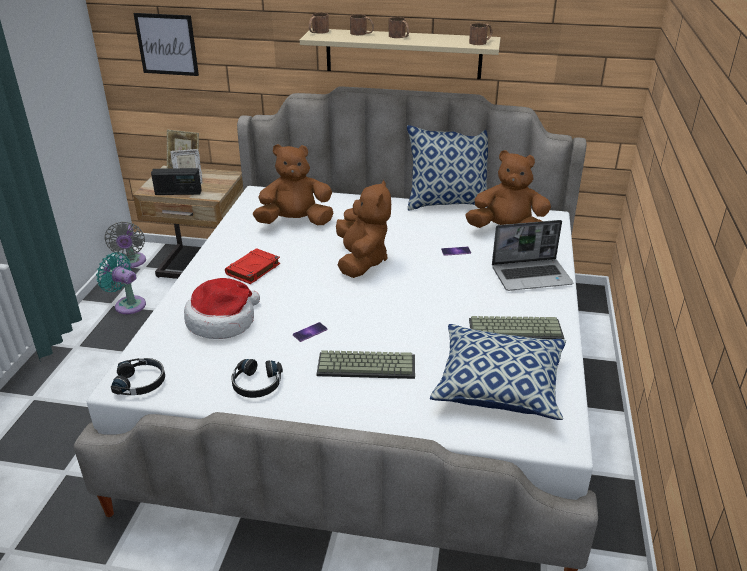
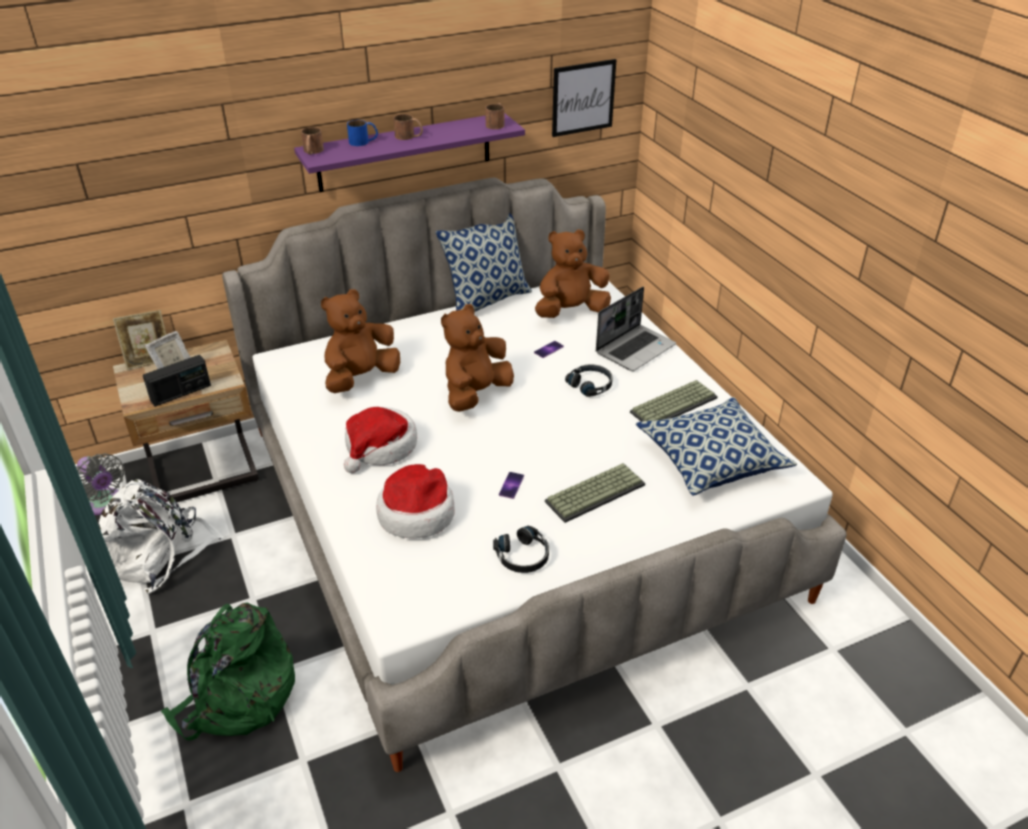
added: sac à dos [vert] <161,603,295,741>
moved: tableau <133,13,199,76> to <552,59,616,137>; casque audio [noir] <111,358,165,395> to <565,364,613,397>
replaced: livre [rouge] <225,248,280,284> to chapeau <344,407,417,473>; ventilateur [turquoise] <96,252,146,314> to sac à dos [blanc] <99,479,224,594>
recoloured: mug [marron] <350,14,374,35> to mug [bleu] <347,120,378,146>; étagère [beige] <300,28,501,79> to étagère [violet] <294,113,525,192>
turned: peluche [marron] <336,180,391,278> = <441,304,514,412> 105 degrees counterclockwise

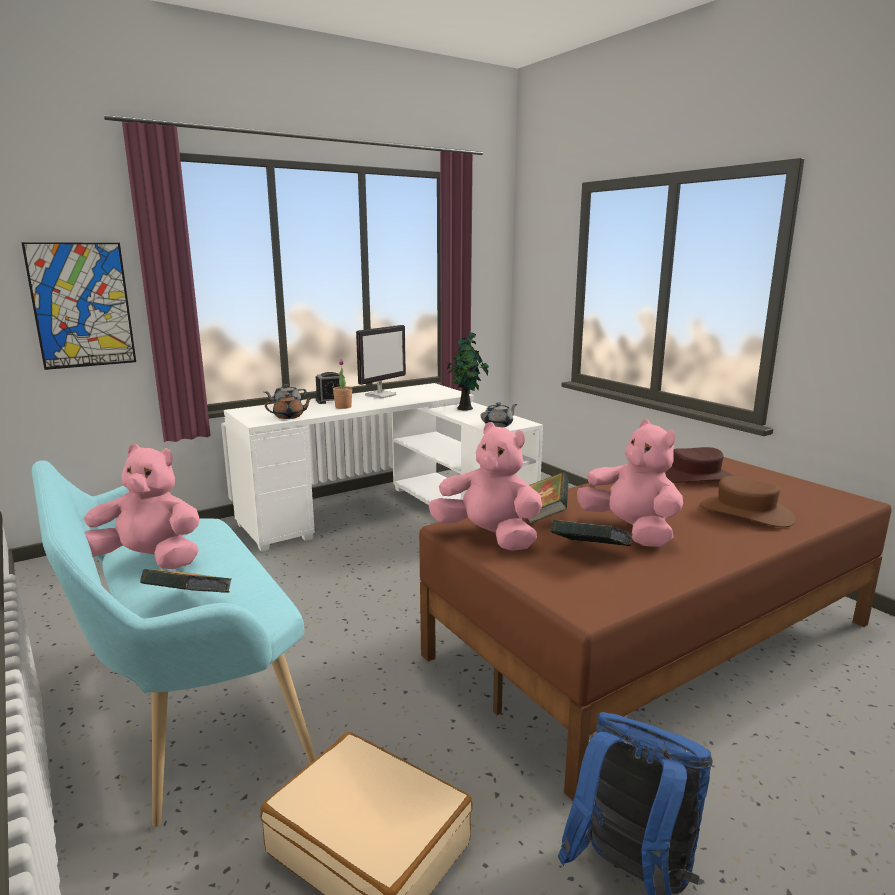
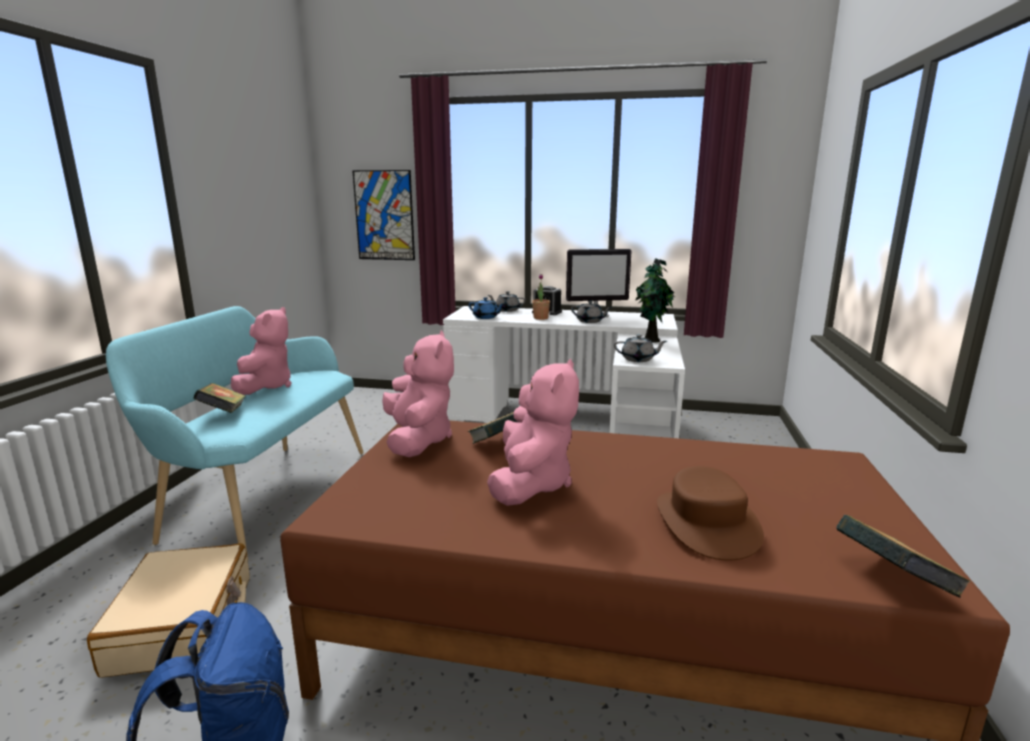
removed: chapeau [marron] <665,447,733,483>
added: théière [gris] <571,301,612,323>
moved: livre <551,520,632,546> to <836,515,971,598>
recoloured: théière [marron] <265,394,313,419> to théière [bleu] <469,297,505,319>
turned: peluche [rose] <84,444,200,569> = <231,307,291,395> 45 degrees clockwise

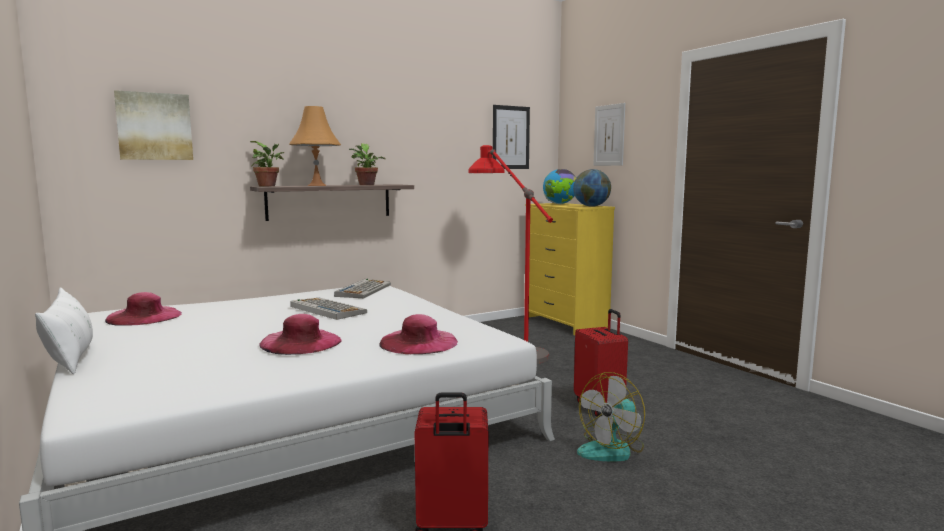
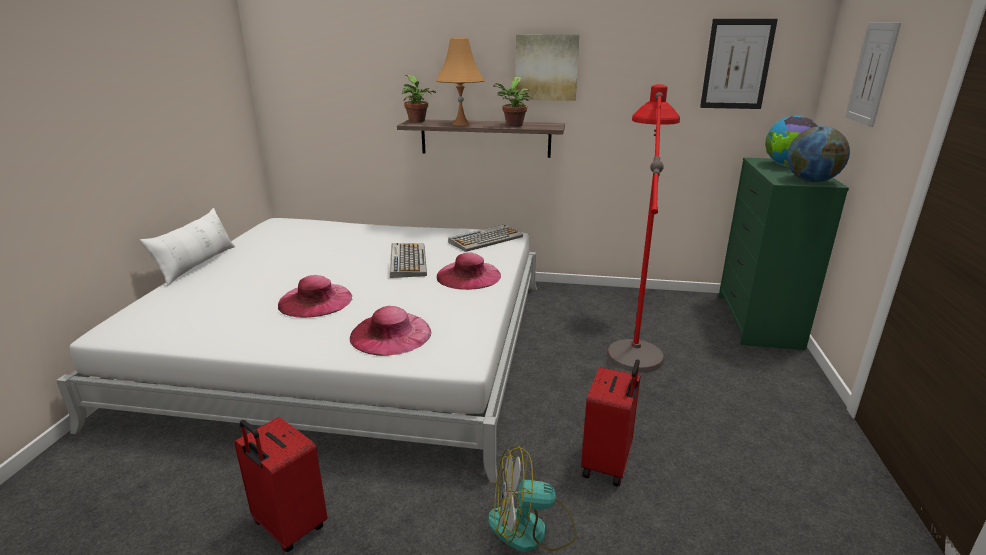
moved: tableau <114,90,193,160> to <515,34,579,101>; chapeau [rose] <105,292,182,326> to <437,253,501,290>
recoloured: commode [jaune] <525,203,615,335> to commode [vert] <718,158,849,350>

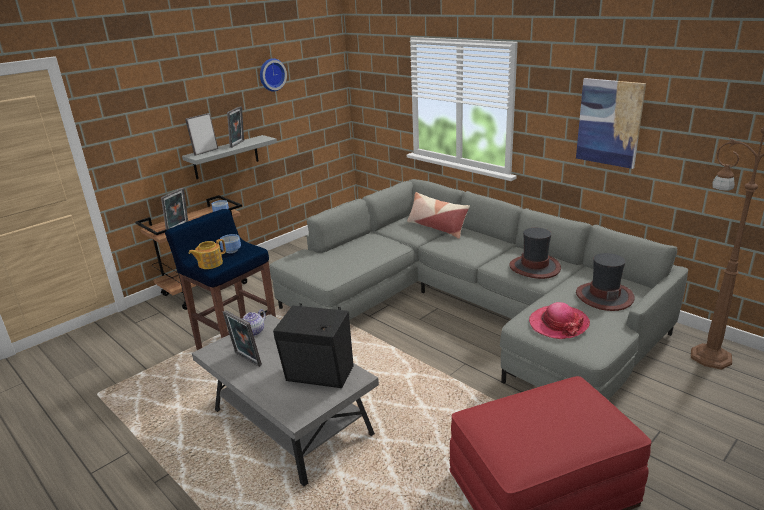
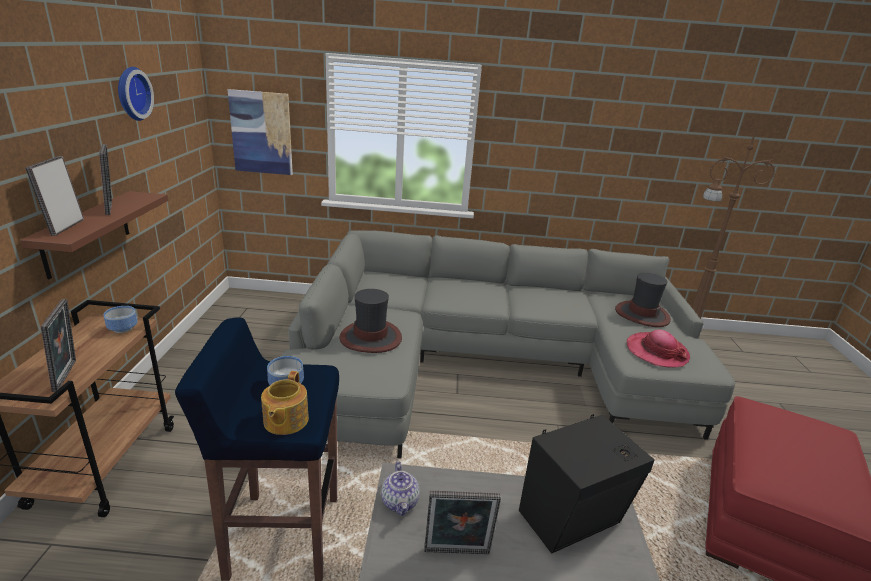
removed: coussin <407,192,470,239>
moved: tableau <576,78,646,169> to <227,89,293,175>; chapeau <509,228,561,279> to <340,289,402,353>
recoloured: étagère [gris] <182,135,277,179> to étagère [marron] <20,191,168,279>

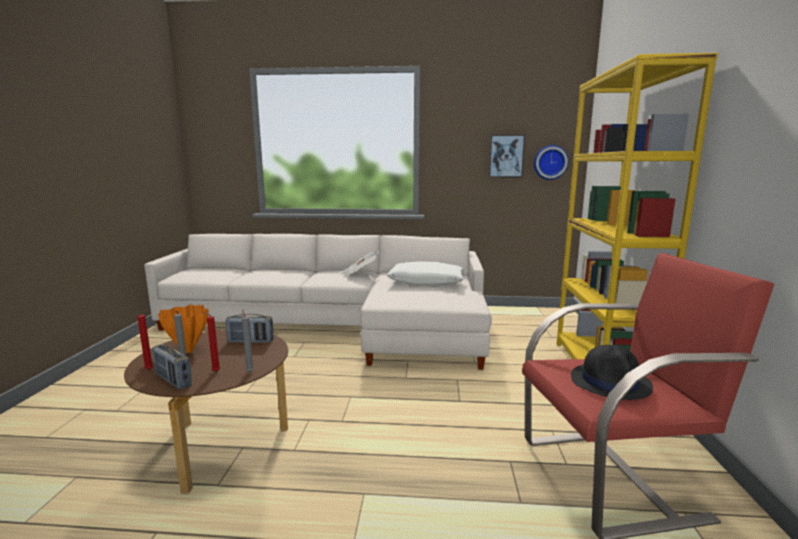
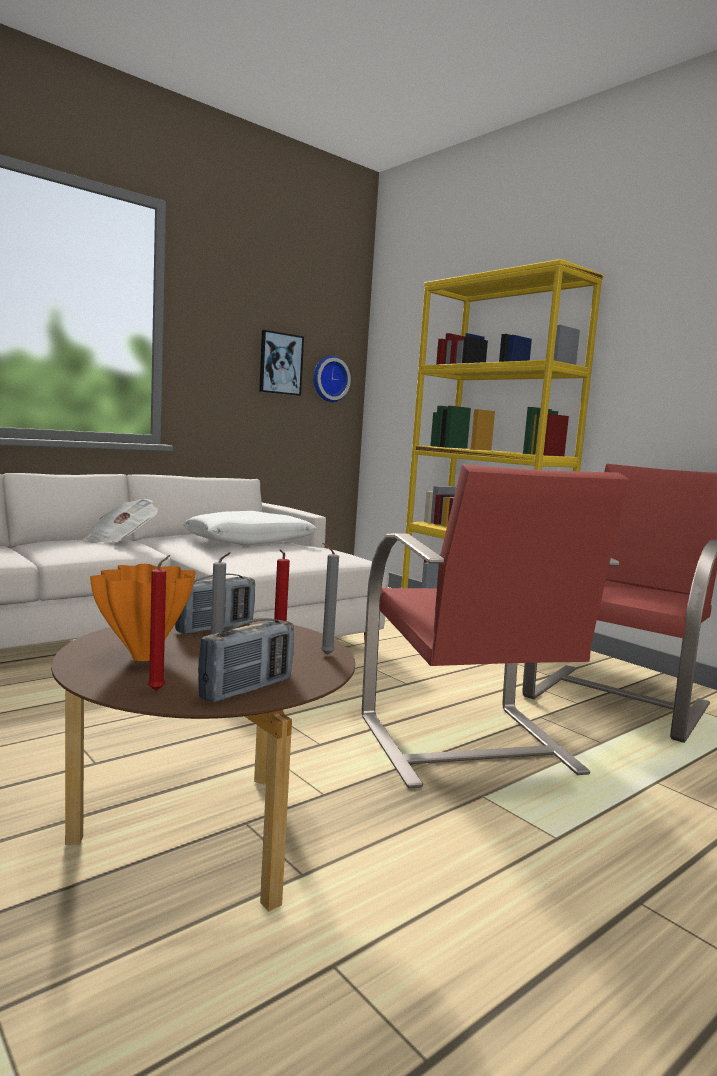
removed: chapeau [noir] <571,345,653,400>
added: fauteuil [rouge] <362,464,629,788>
turned: radio <152,344,192,390> = <198,618,294,702> 45 degrees counterclockwise

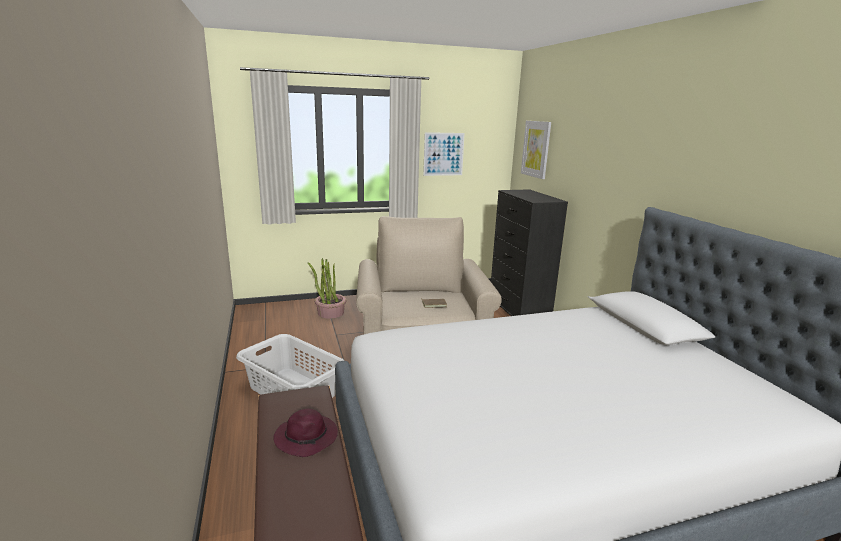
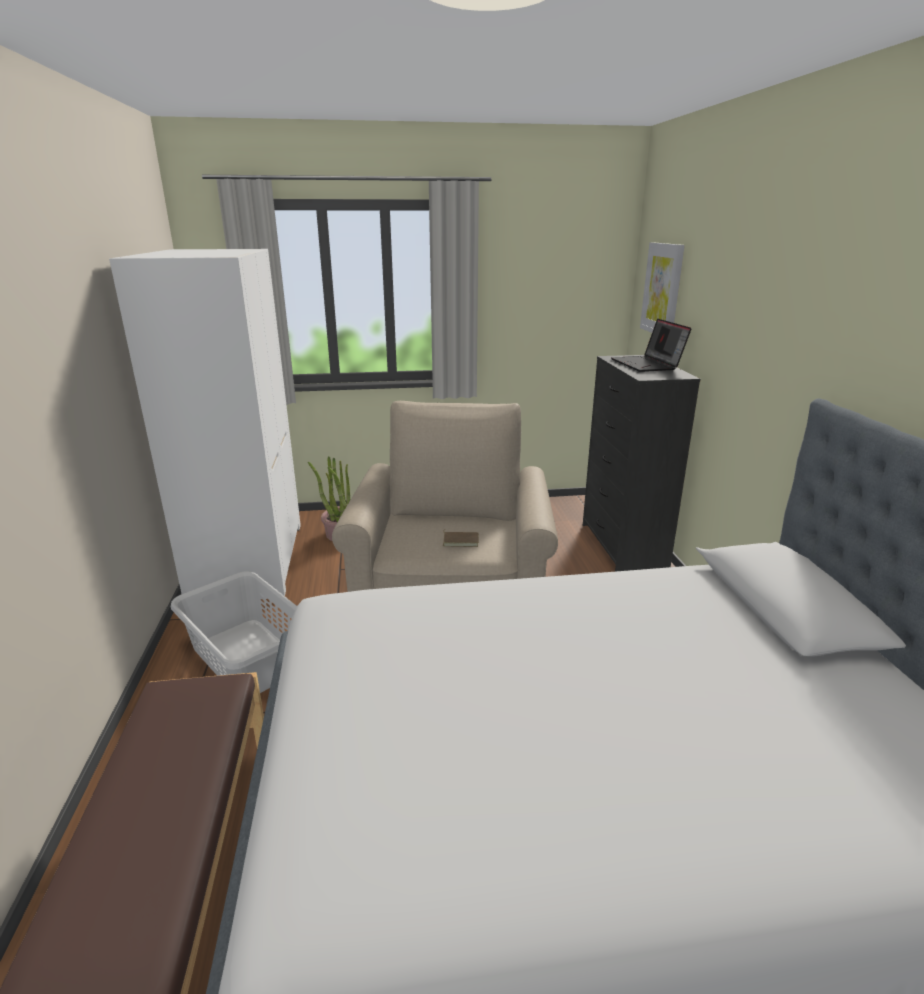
removed: tableau <423,132,465,176>; chapeau [violet] <273,409,338,457>
added: armoire [blanc] <109,249,301,603>; ordinateur portable <611,319,692,372>

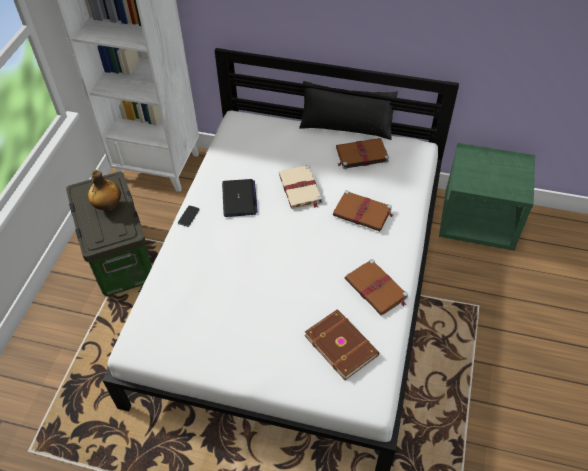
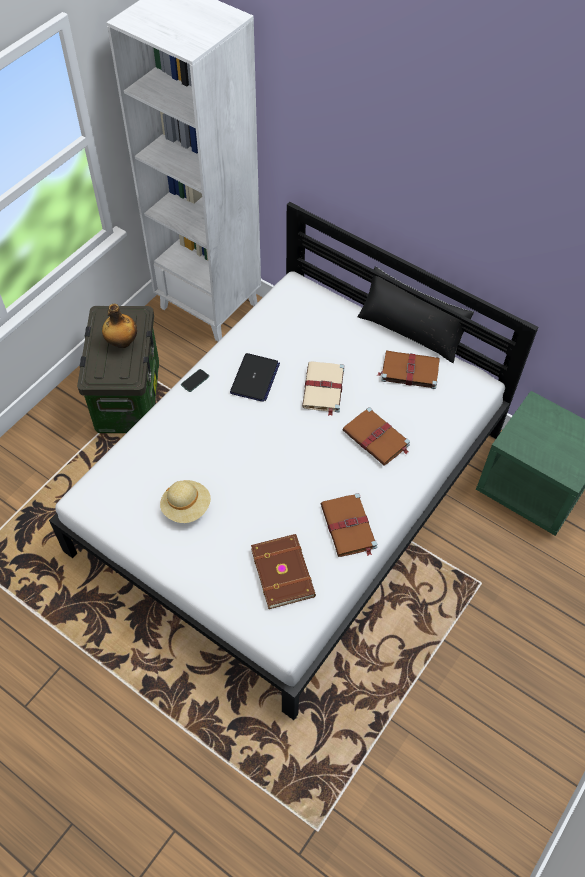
added: chapeau [beige] <160,480,211,523>

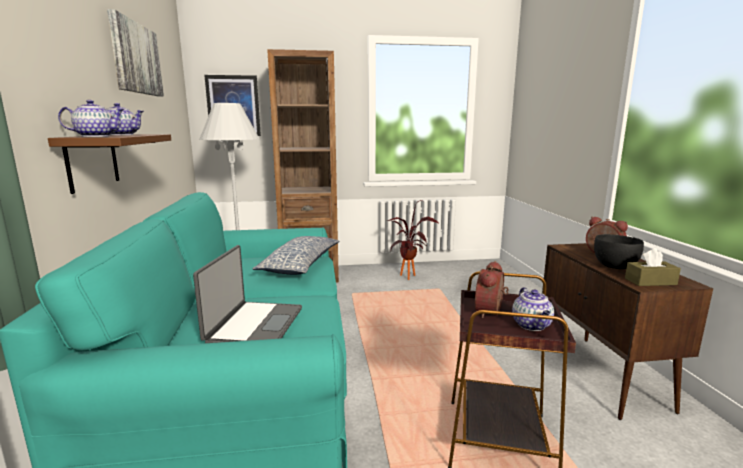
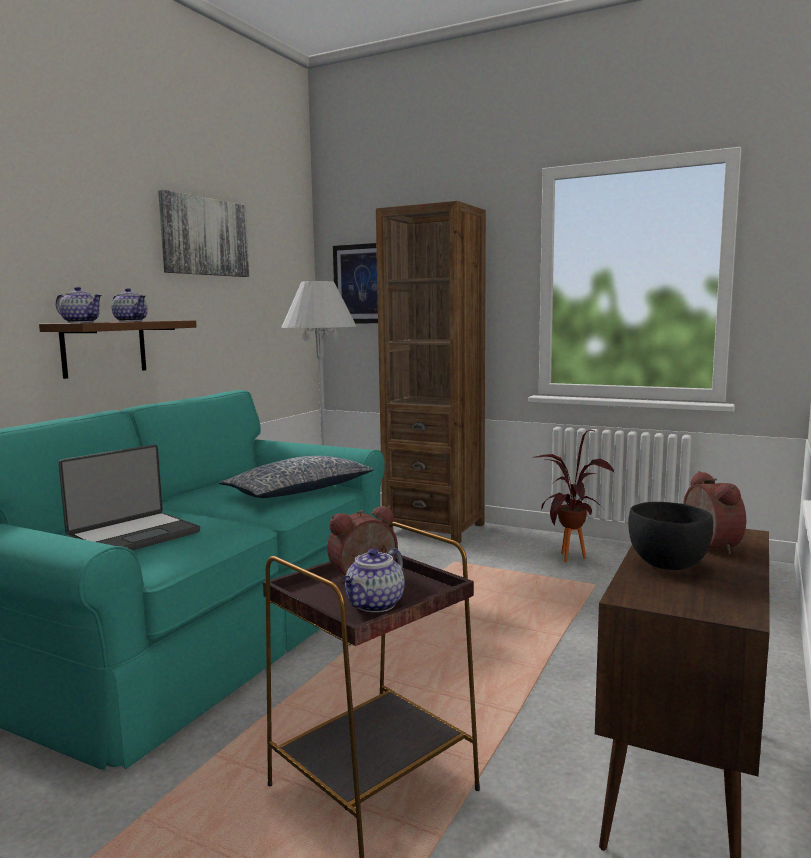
removed: boîte à mouchoirs [marron] <625,248,681,286>

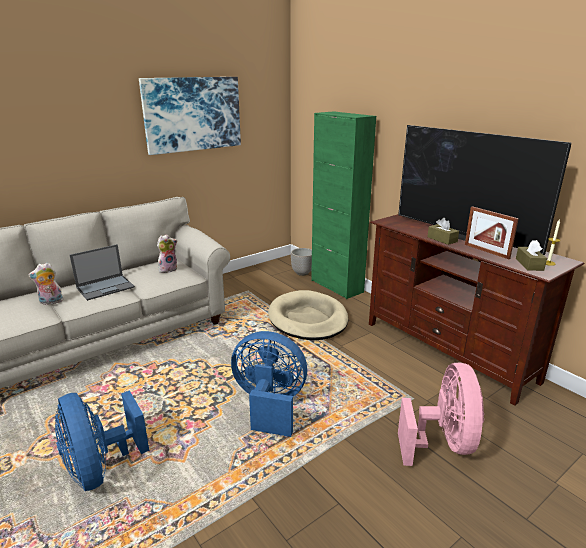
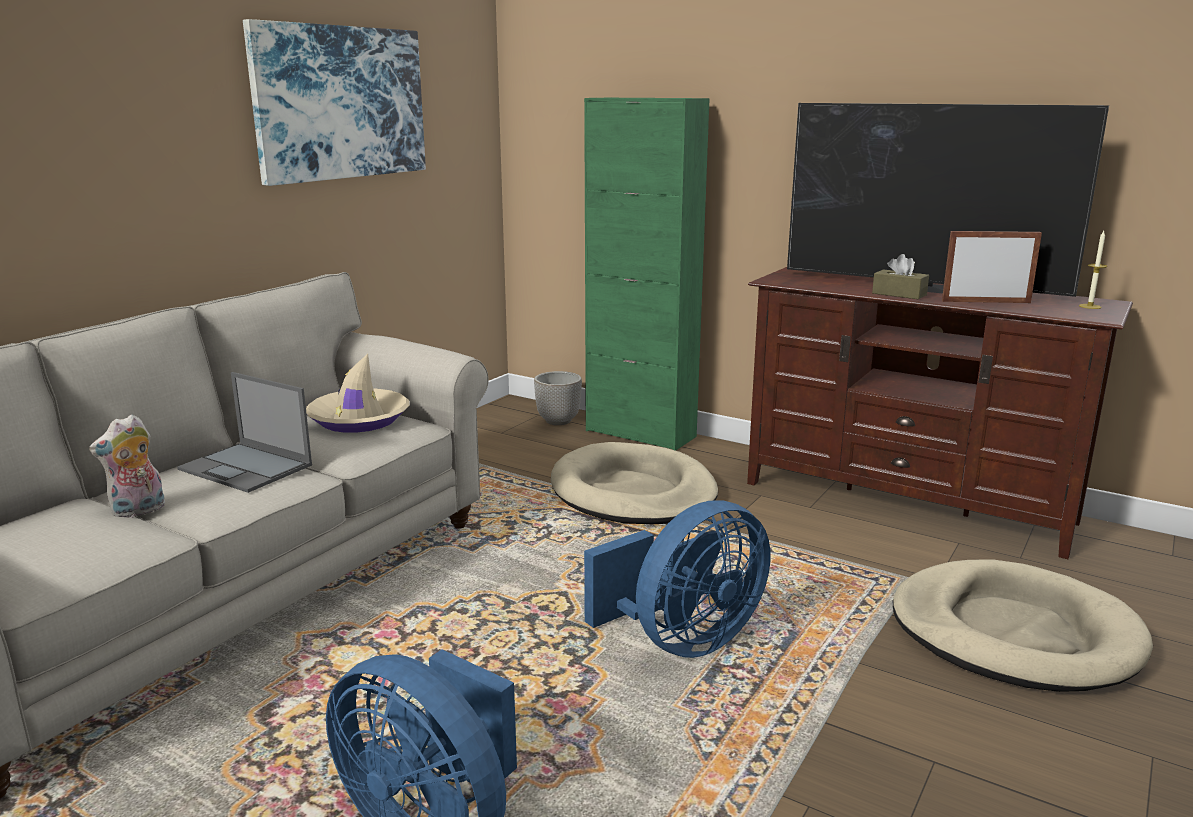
removed: boîte à mouchoirs [marron] <516,240,547,271>
replaced: peluche <157,234,177,273> to chapeau [beige] <306,354,409,433>; ventilateur [rose] <398,363,484,466> to panier pour chien [beige] <892,559,1153,692>
turned: cadre photo <465,206,519,259> = <942,231,1042,303> 150 degrees clockwise; ordinateur portable <70,244,135,301> = <177,372,312,493> 90 degrees clockwise; ventilateur [bleu] <231,331,307,437> = <584,500,770,658> 150 degrees clockwise

